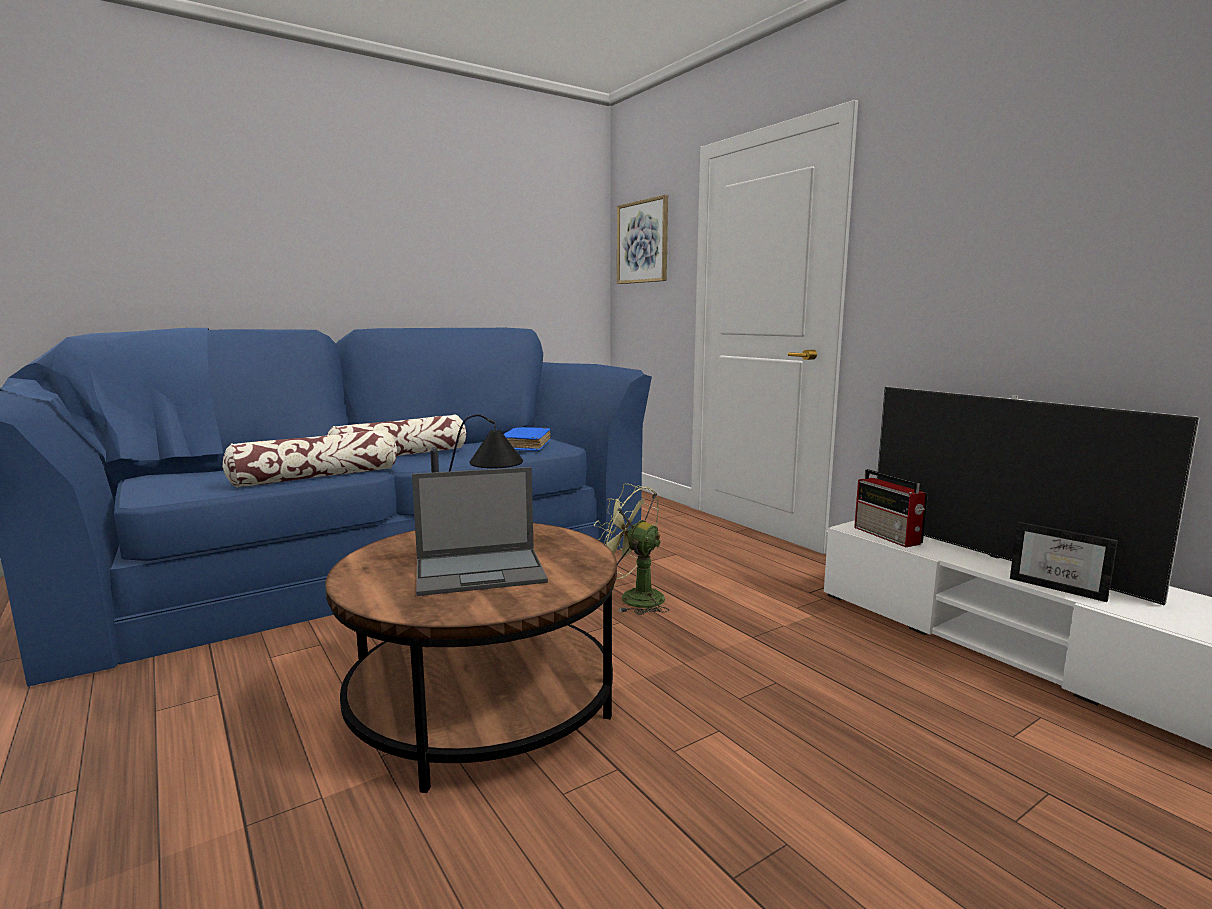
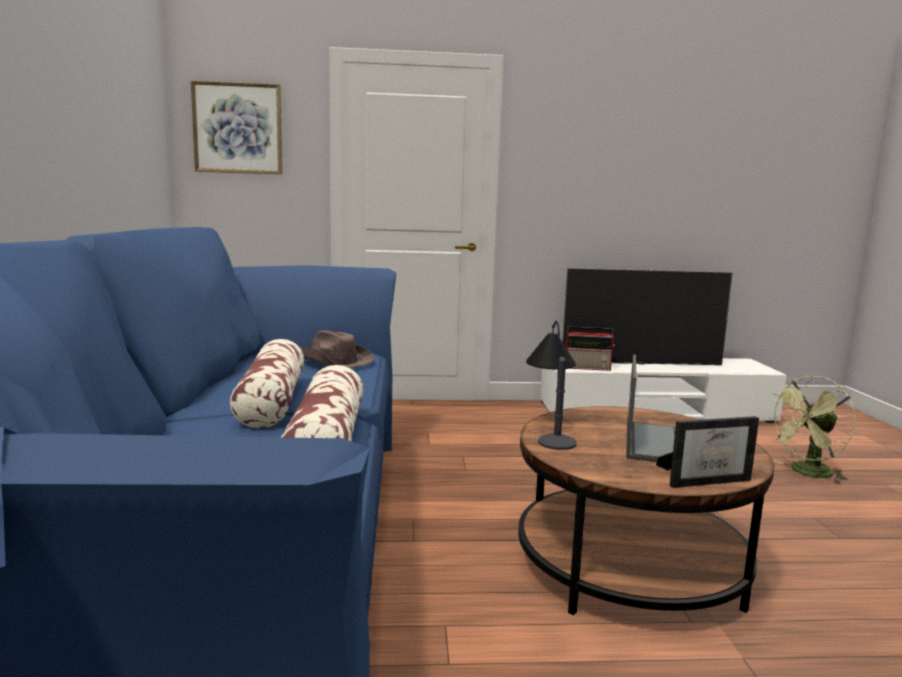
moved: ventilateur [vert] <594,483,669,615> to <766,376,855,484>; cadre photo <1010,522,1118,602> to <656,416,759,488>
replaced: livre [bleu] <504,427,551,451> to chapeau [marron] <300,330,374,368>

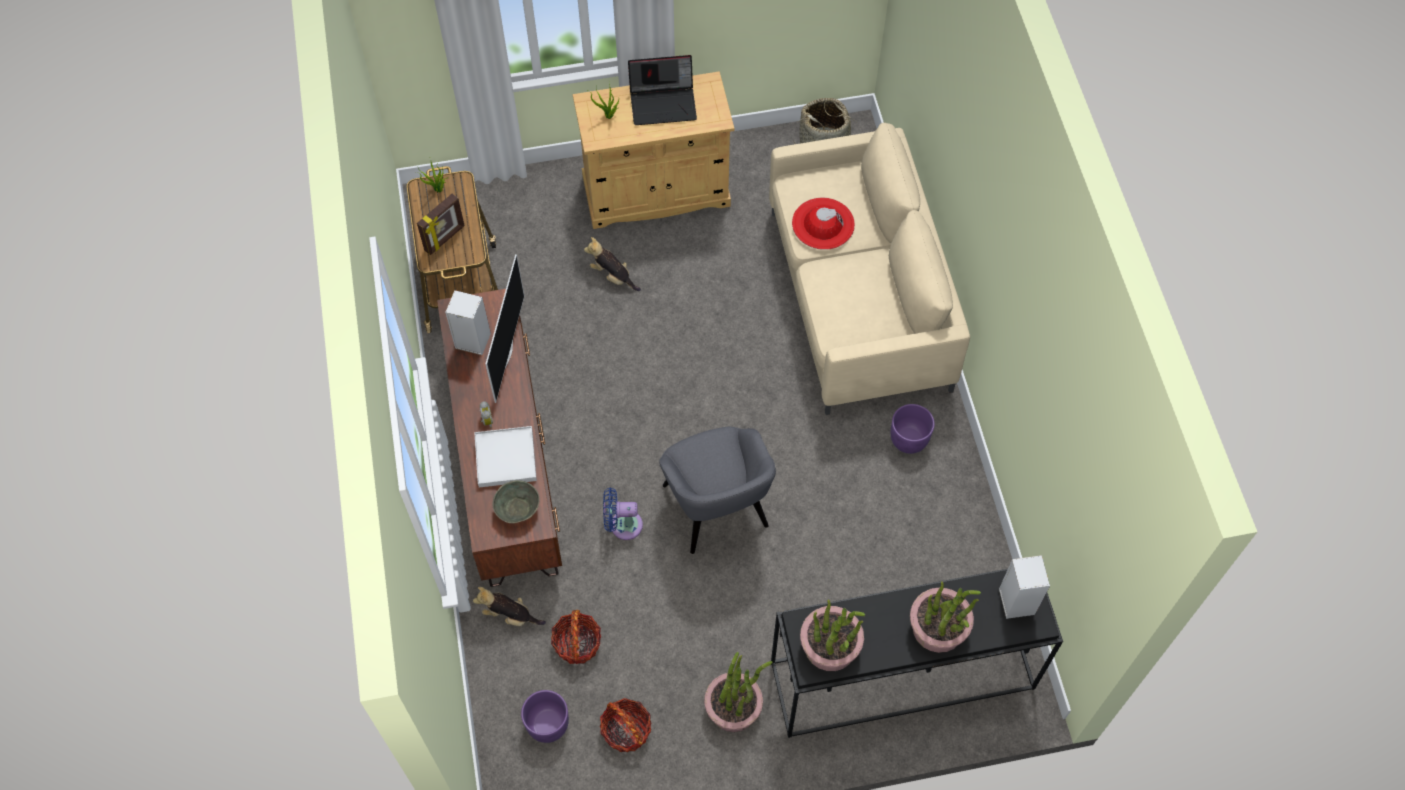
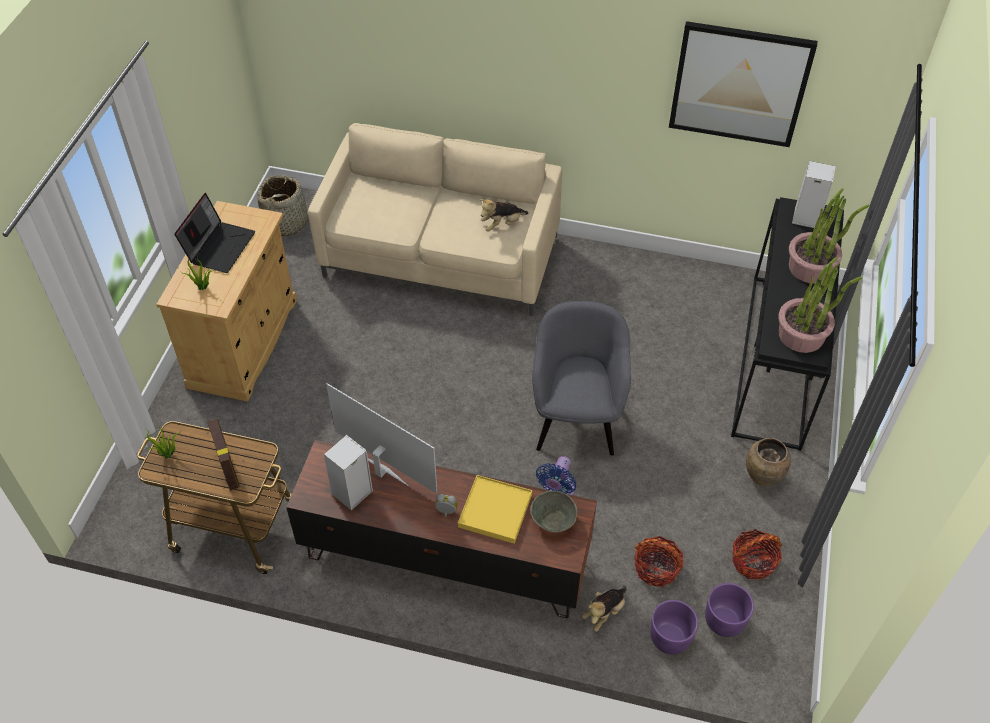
removed: chapeau [rouge] <792,198,855,250>
added: tableau <669,21,818,147>
moved: peluche <584,237,641,291> to <480,199,528,231>; cache-pot [violet] <891,404,935,454> to <650,600,698,654>
replaced: plante en pot <704,652,773,732> to vase [marron] <746,438,791,486>
recoloured: plateau [blanc] <474,426,537,487> to plateau [jaune] <458,475,532,544>
turned: fauteuil [gris] <659,427,776,554> = <532,301,631,456> 90 degrees counterclockwise

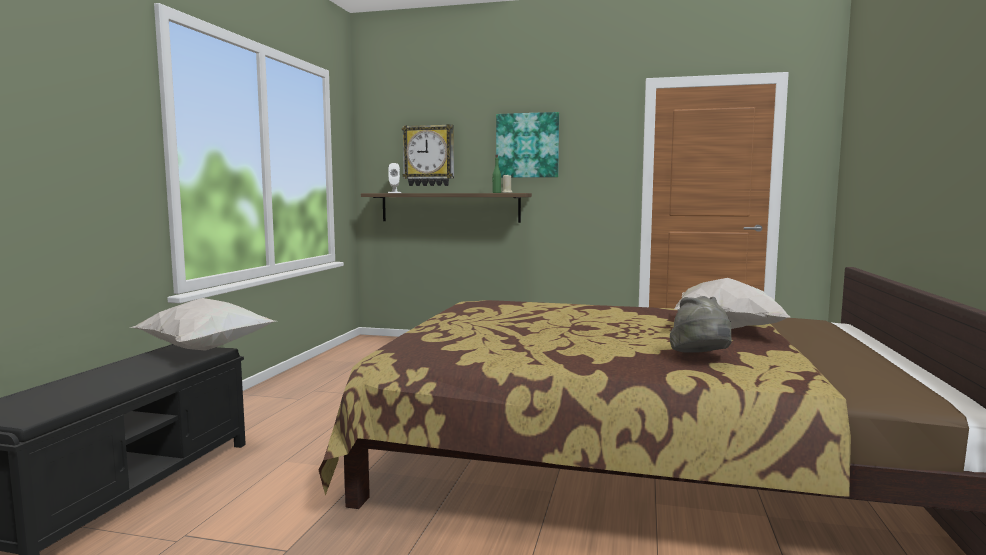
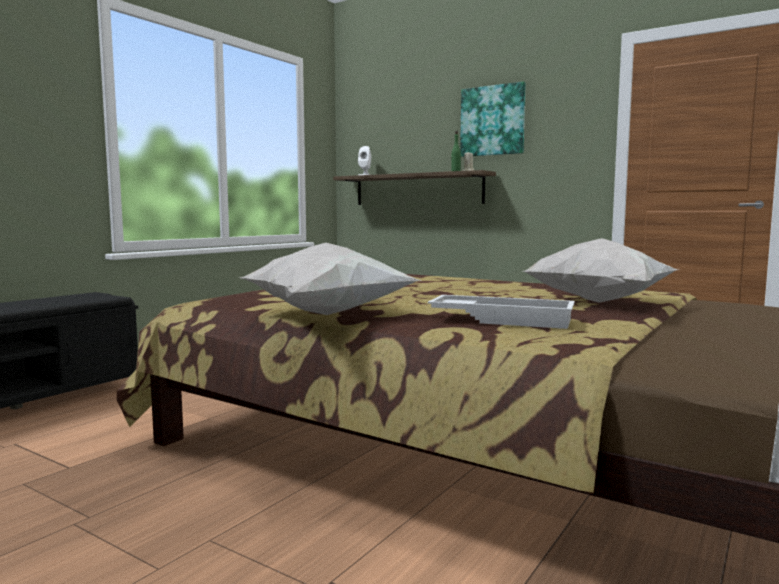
removed: horloge murale <402,124,454,186>
moved: coussin [blanc] <129,298,275,351> to <240,243,420,315>
replaced: chapeau [gris] <670,296,732,353> to plateau [blanc] <428,295,575,329>

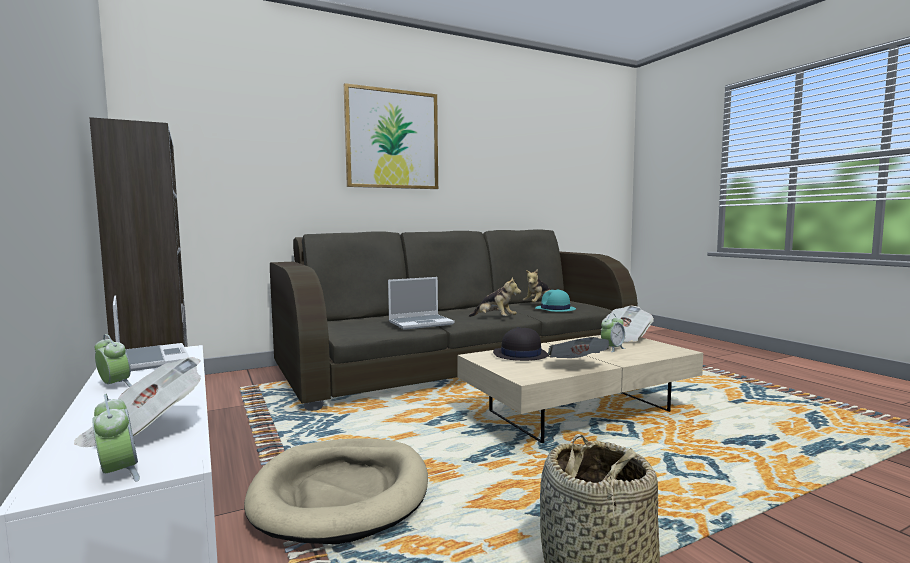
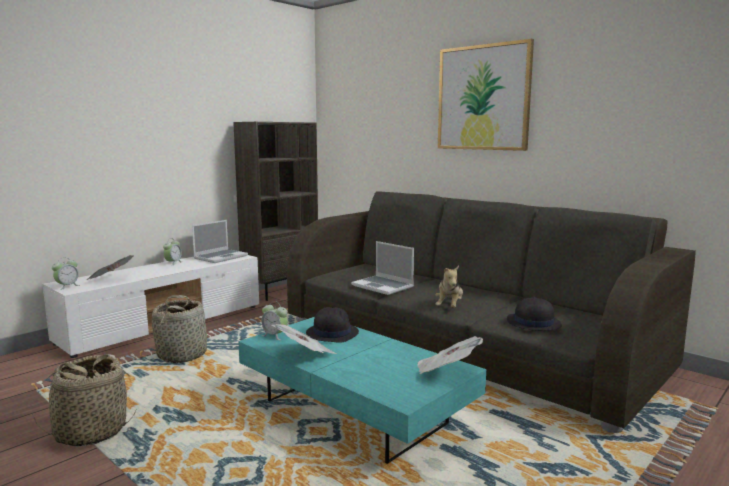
removed: peluche <523,269,550,303>
moved: réveil <601,314,625,352> to <261,301,288,340>
replaced: panier pour chien [beige] <244,438,428,544> to panier <152,295,207,363>
recoloured: chapeau [turquoise] <535,290,576,312> to chapeau [noir] <507,297,562,331>; table basse [beige] <457,335,703,443> to table basse [turquoise] <238,317,486,464>

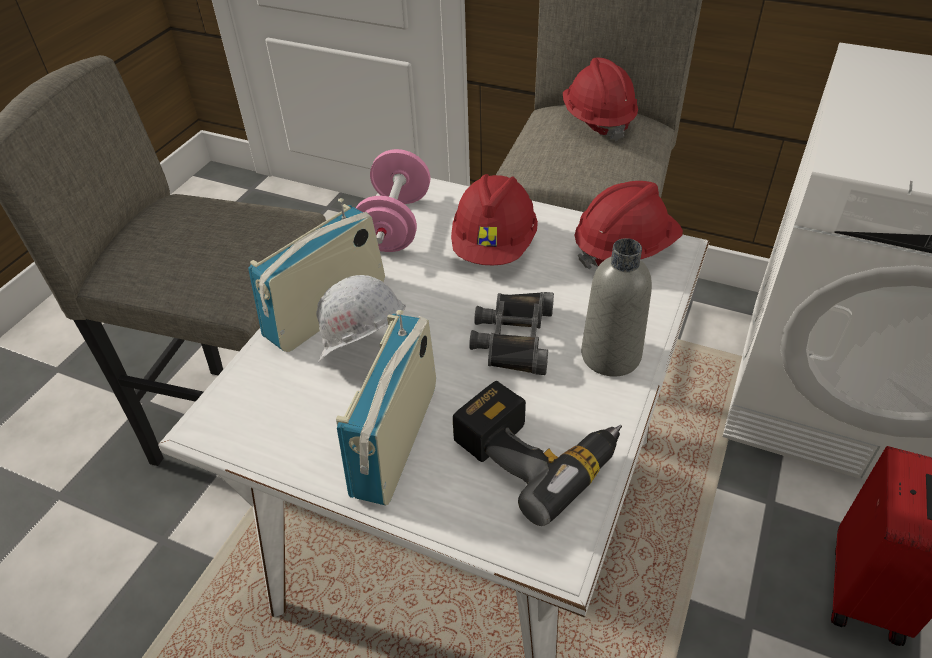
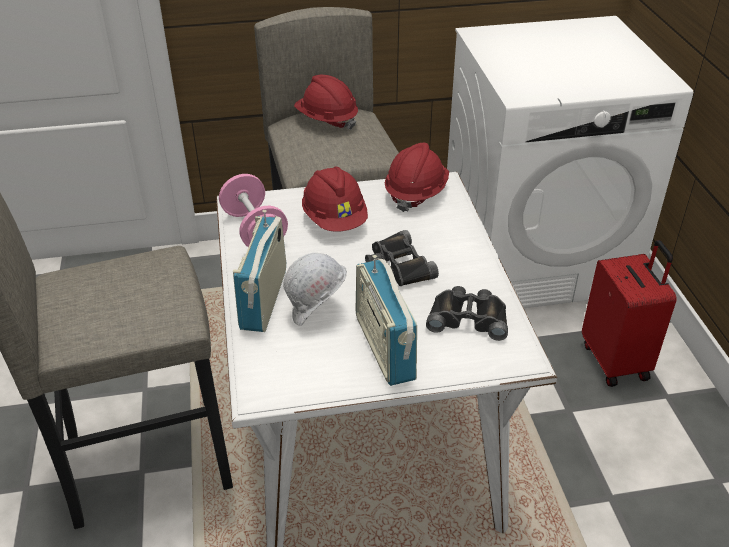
removed: bouteille [gris] <581,238,652,377>
replaced: perceuse <453,381,622,526> to jumelles [noir] <426,286,508,341>

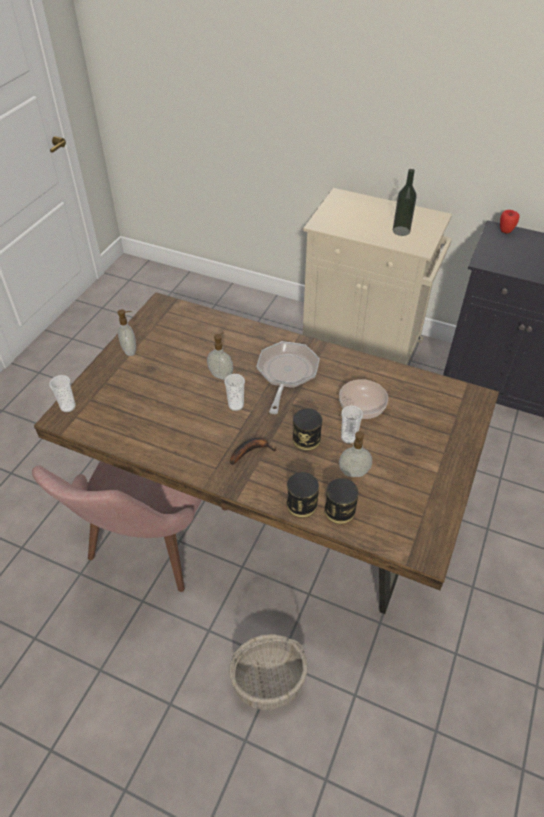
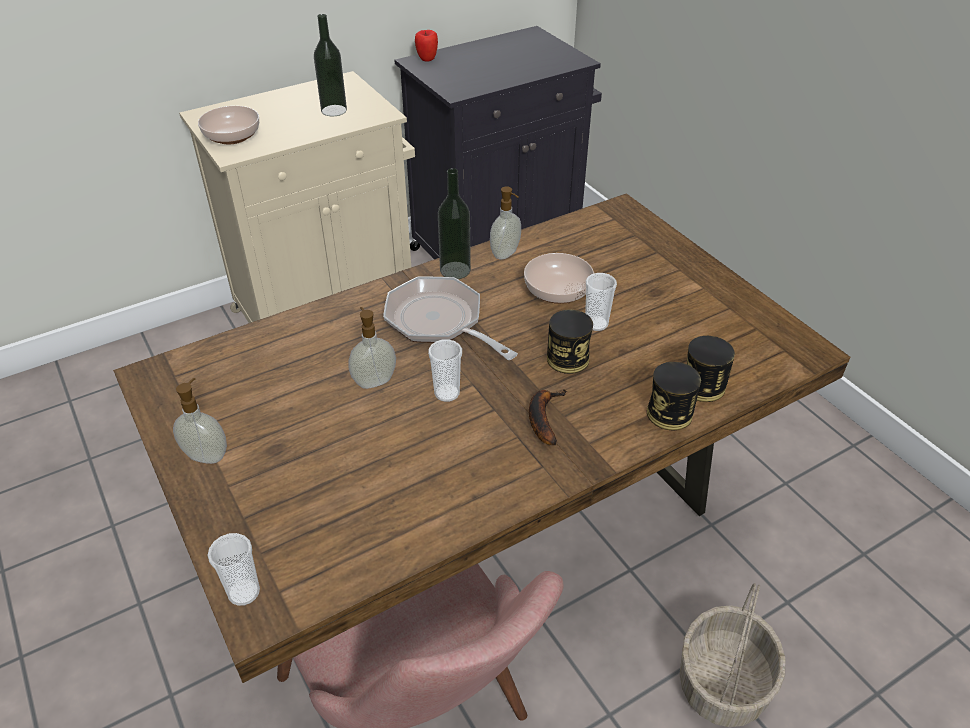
added: bol <198,106,259,144>; bouteille <438,168,471,279>
moved: distributeur de savon <339,431,372,477> to <490,187,521,260>

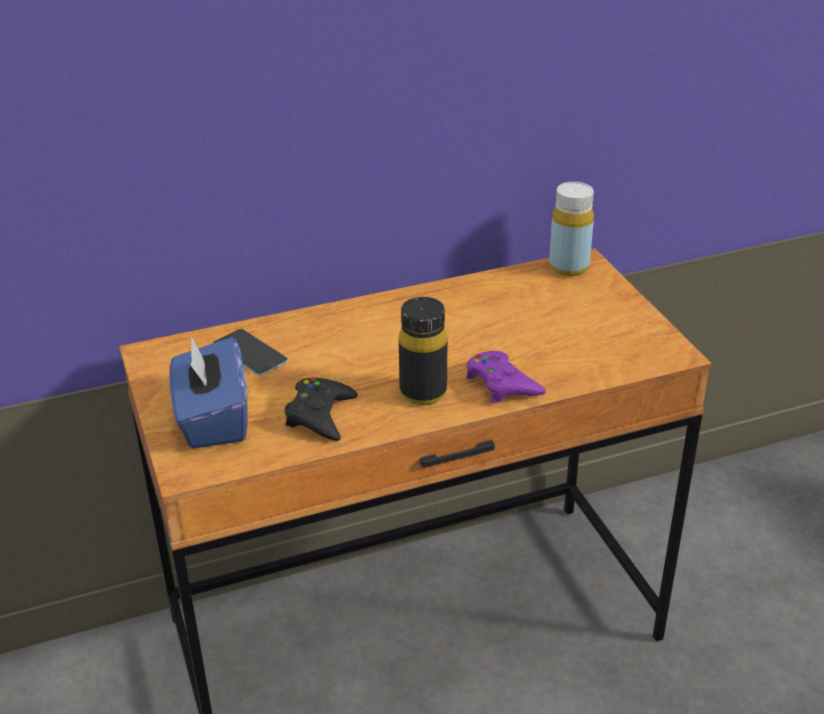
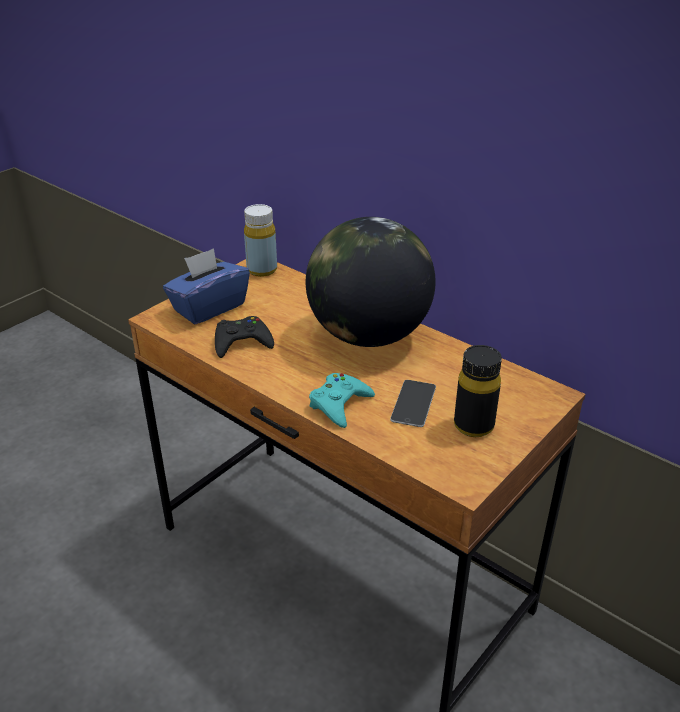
added: globe <306,217,436,347>
moved: bouteille [jaune] <549,182,594,276> to <244,204,277,277>; bouteille [noir] <399,297,447,405> to <454,345,502,437>; téléphone <212,329,289,376> to <390,380,436,427>
recoloured: manette [violet] <466,351,546,403> to manette [turquoise] <309,373,375,428>

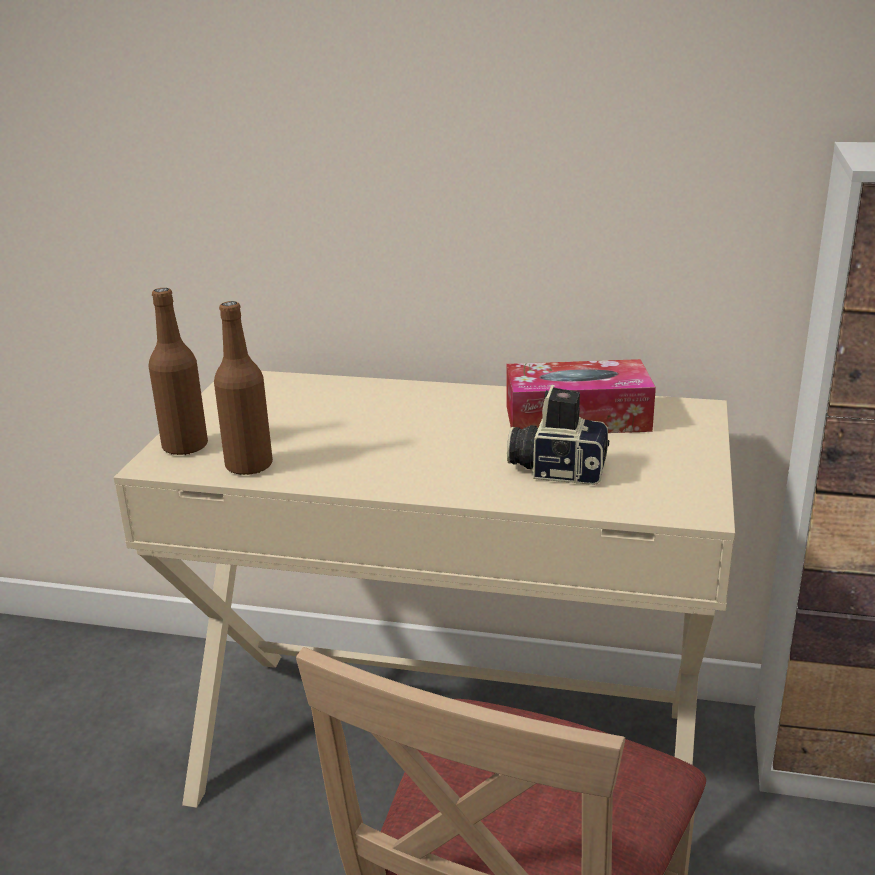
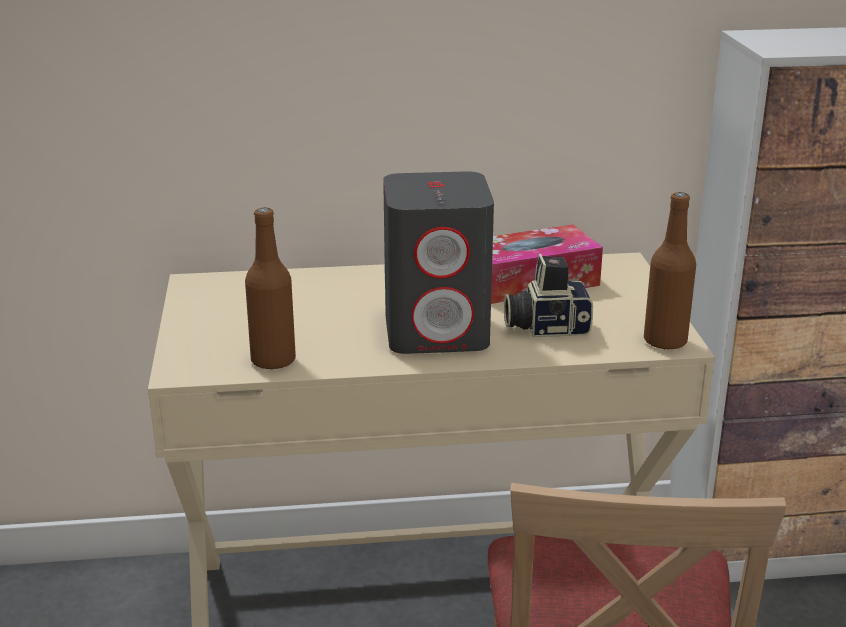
added: enceinte [gris] <383,171,494,354>
moved: bouteille [marron] <149,288,208,456> to <644,192,696,350>

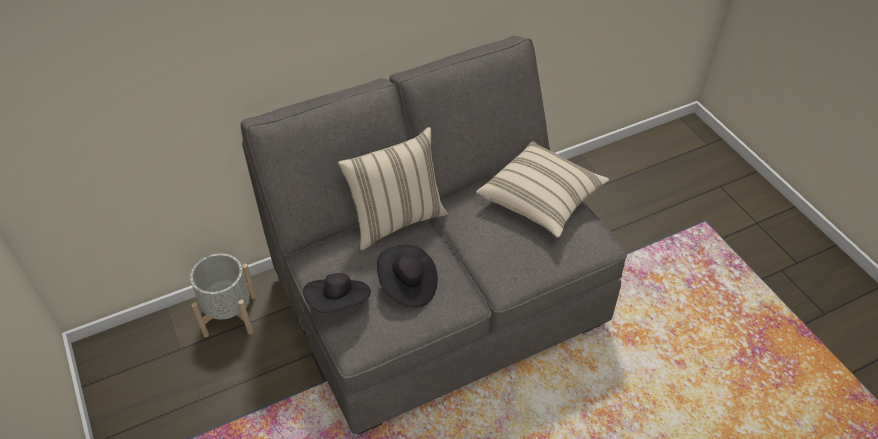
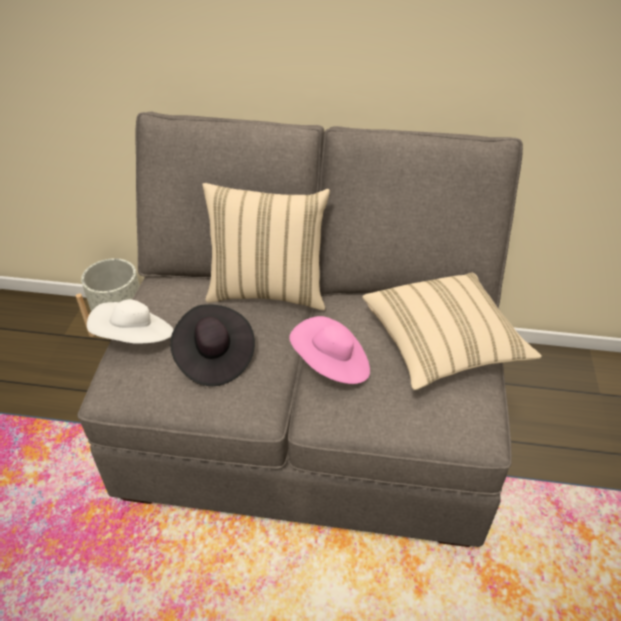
added: chapeau [rose] <289,316,370,384>
recoloured: chapeau [noir] <303,273,371,313> to chapeau [blanc] <87,299,173,344>

